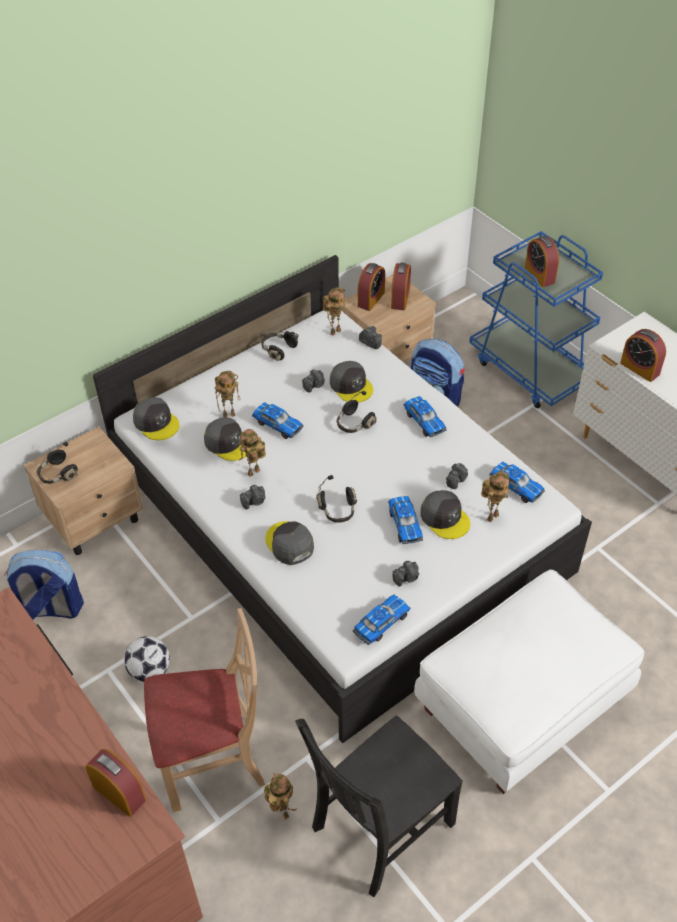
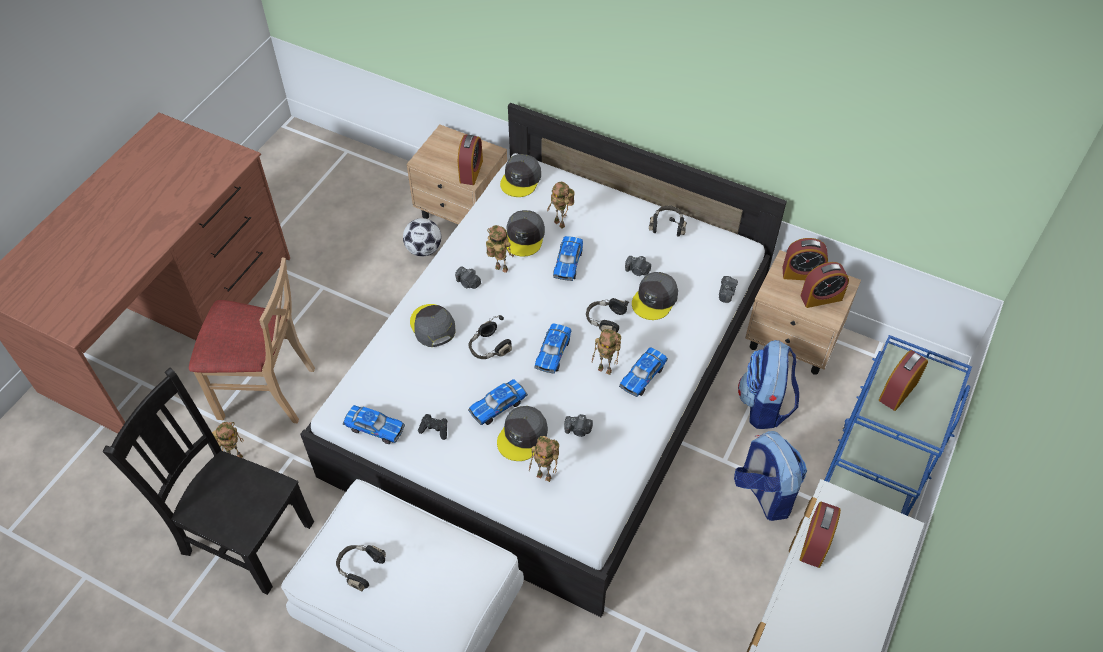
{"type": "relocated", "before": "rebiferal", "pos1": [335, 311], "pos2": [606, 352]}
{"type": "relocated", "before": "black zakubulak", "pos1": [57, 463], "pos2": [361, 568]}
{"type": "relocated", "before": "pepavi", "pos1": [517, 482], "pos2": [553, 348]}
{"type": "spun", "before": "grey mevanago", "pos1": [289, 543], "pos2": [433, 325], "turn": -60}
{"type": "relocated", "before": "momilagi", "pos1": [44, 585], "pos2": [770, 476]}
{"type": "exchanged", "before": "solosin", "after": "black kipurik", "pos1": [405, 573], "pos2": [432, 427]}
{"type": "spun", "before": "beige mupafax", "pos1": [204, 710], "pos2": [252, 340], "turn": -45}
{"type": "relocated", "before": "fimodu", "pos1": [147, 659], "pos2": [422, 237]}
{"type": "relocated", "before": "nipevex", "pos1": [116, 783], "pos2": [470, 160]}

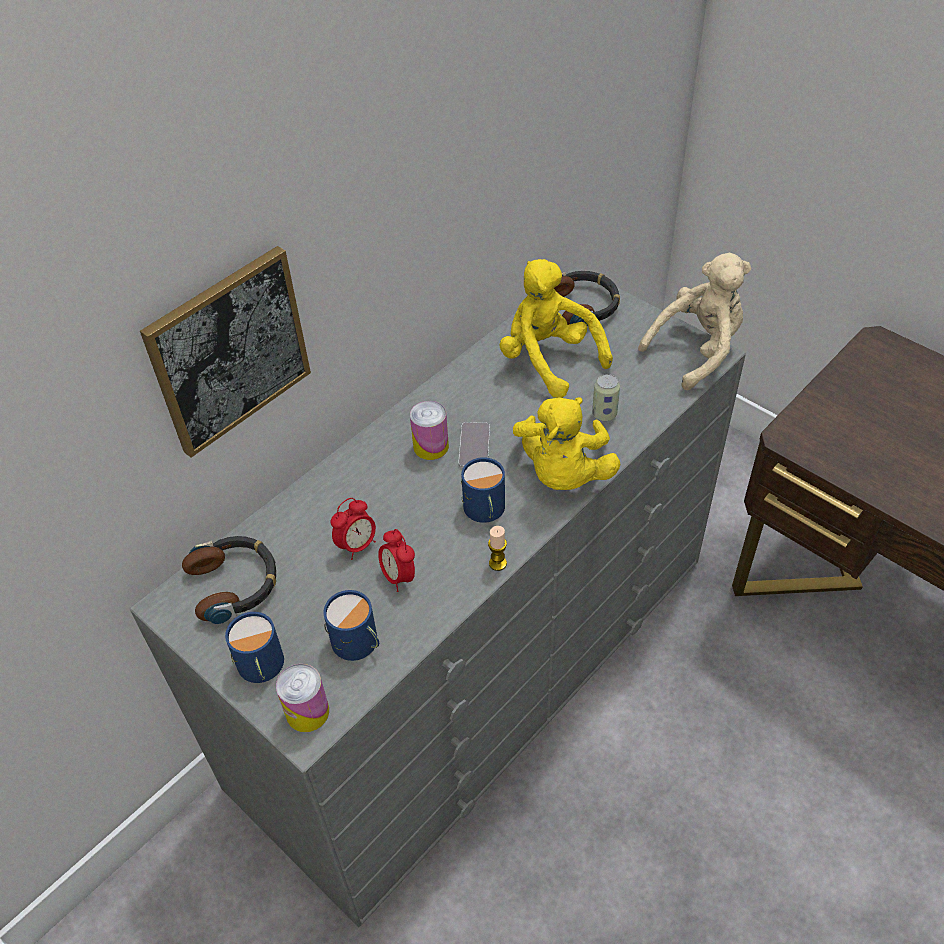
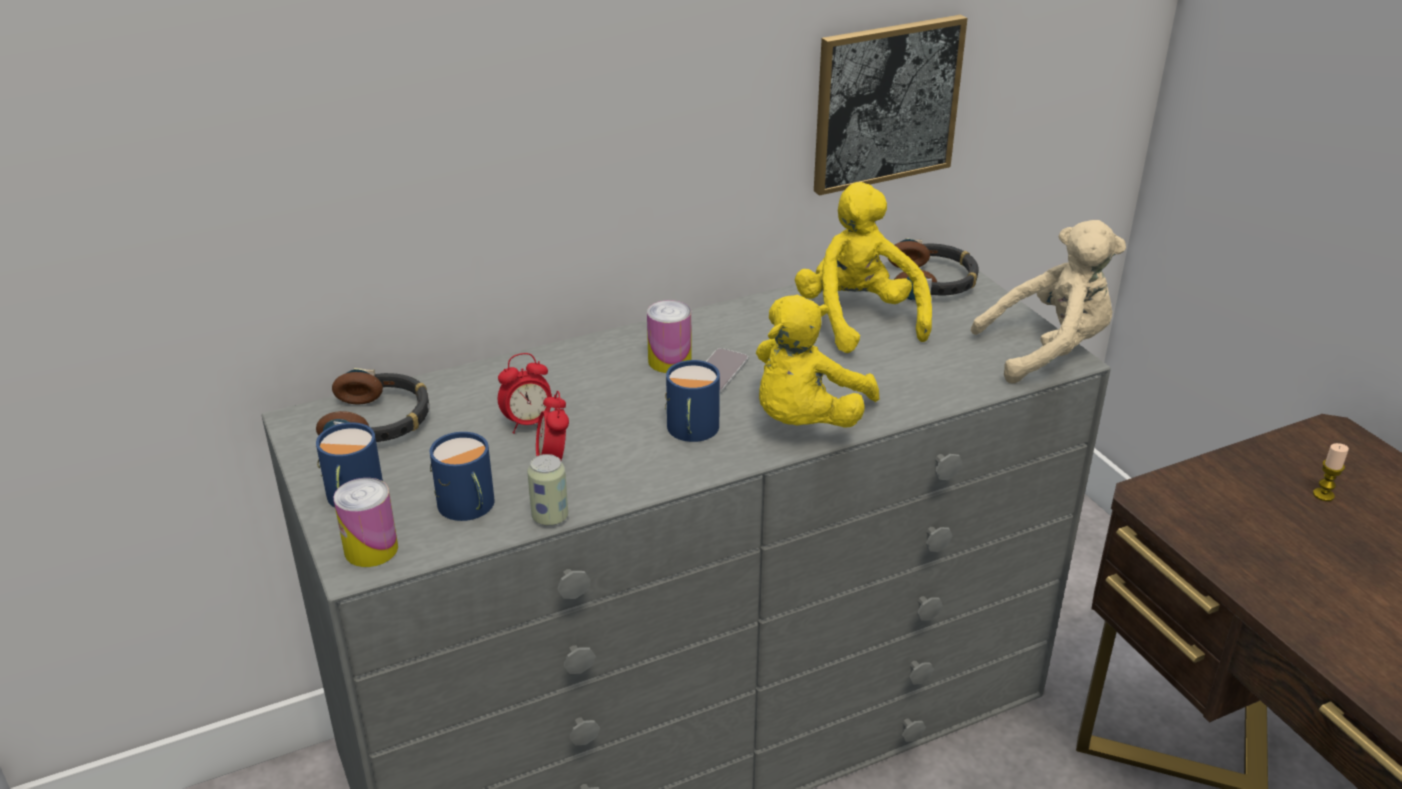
{"type": "relocated", "before": "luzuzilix", "pos1": [225, 352], "pos2": [891, 105]}
{"type": "relocated", "before": "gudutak", "pos1": [606, 397], "pos2": [547, 490]}
{"type": "relocated", "before": "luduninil", "pos1": [497, 548], "pos2": [1331, 472]}

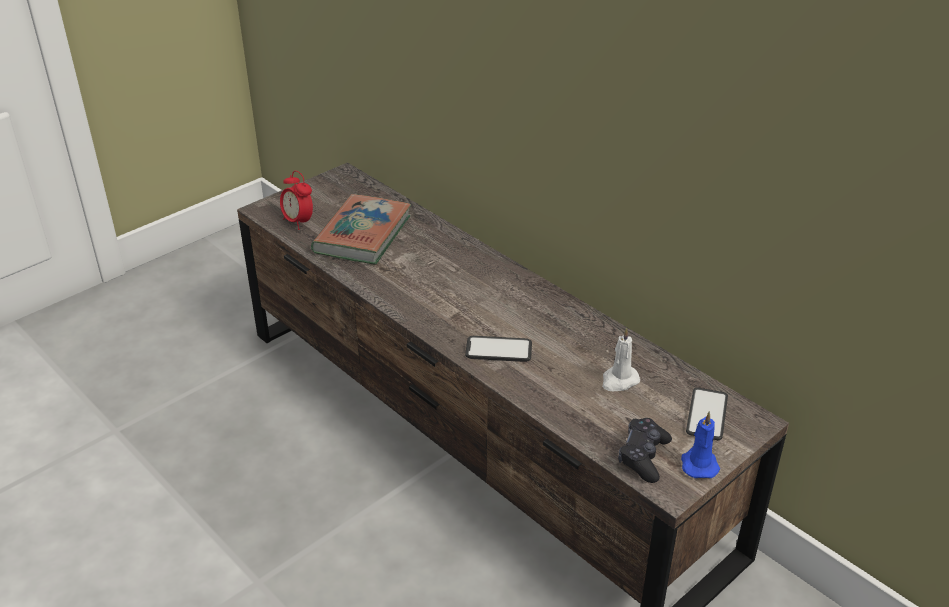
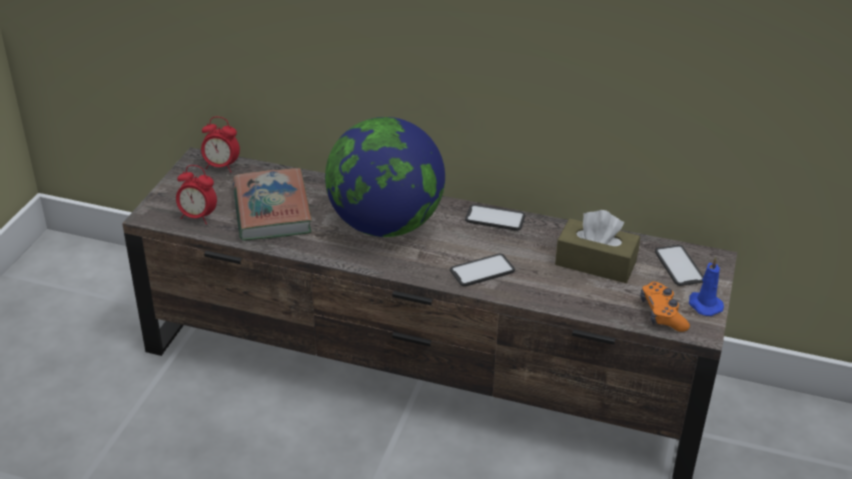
{"type": "exchanged", "before": "white luduninil", "after": "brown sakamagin", "pos1": [621, 359], "pos2": [597, 246]}
{"type": "colour", "before": "black kipurik", "after": "orange kipurik", "pos1": [645, 450], "pos2": [665, 307]}
{"type": "appeared", "after": "nipevex", "pos2": [220, 145]}
{"type": "appeared", "after": "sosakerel", "pos2": [385, 177]}
{"type": "appeared", "after": "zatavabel", "pos2": [495, 217]}

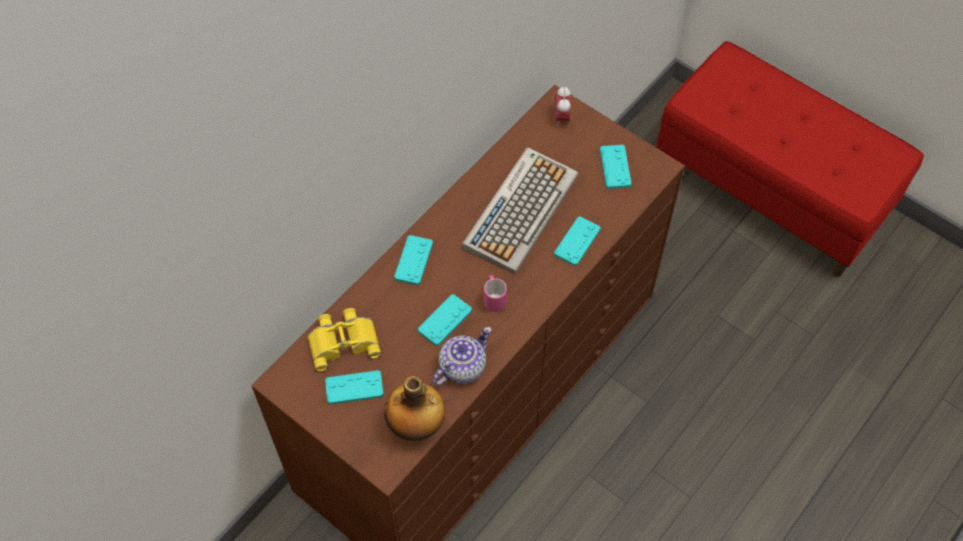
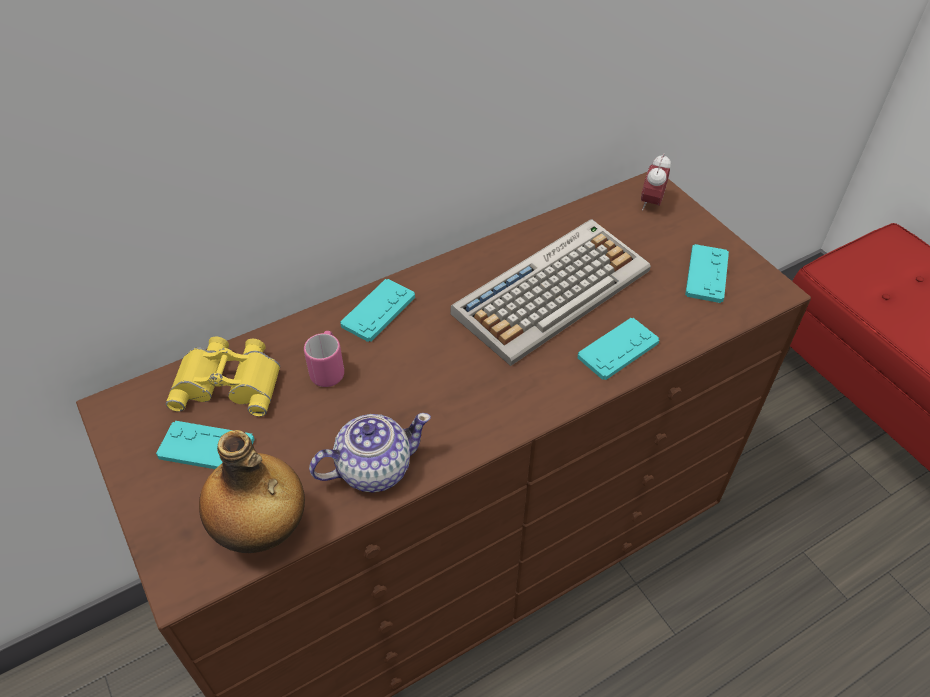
{"type": "relocated", "before": "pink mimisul", "pos1": [495, 293], "pos2": [324, 359]}
{"type": "missing", "before": "turquoise kipurik", "pos1": [445, 320]}

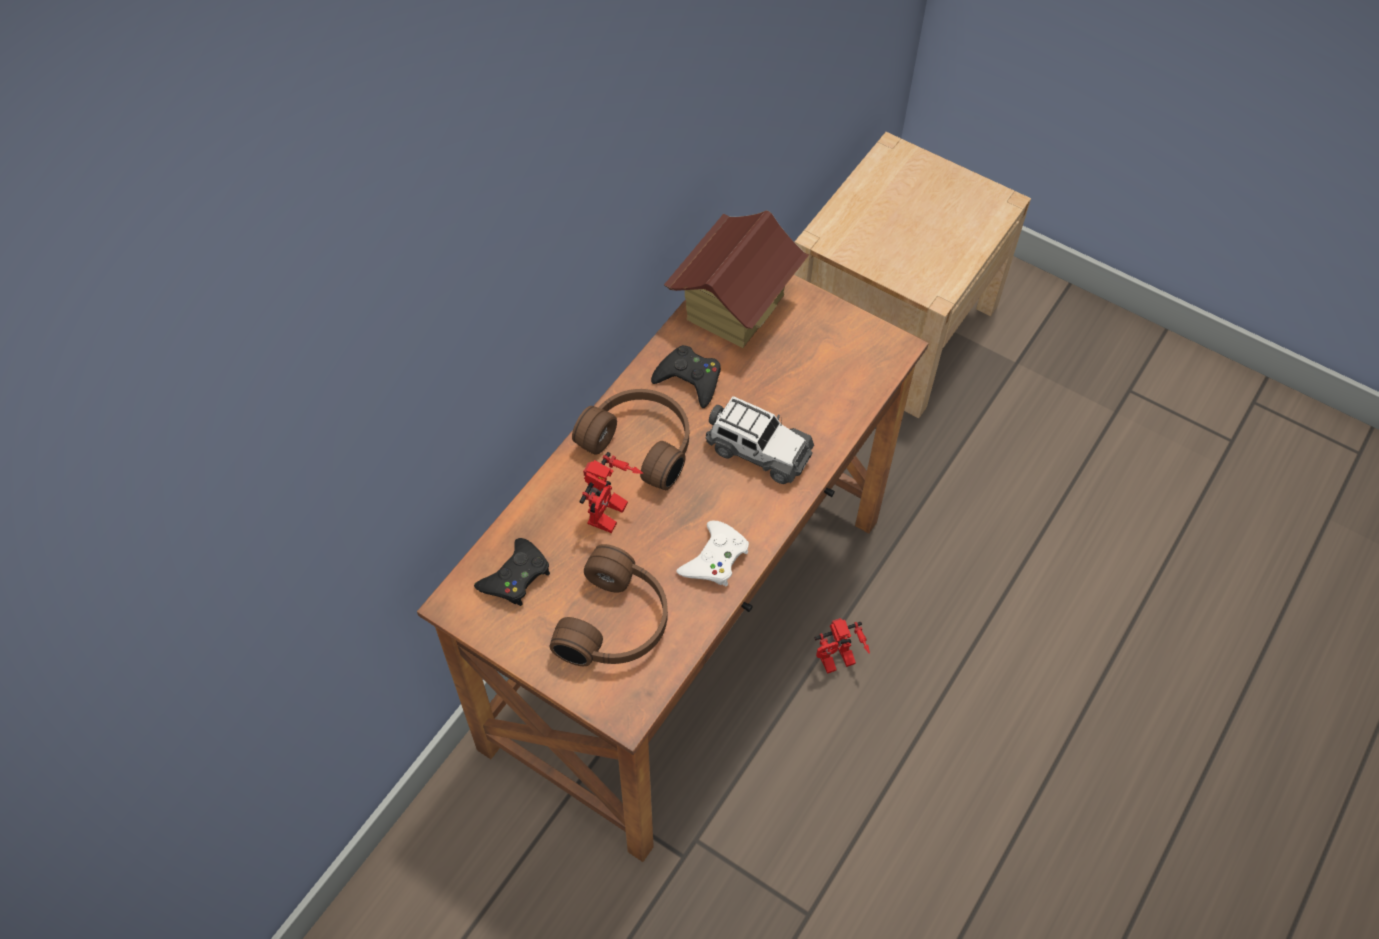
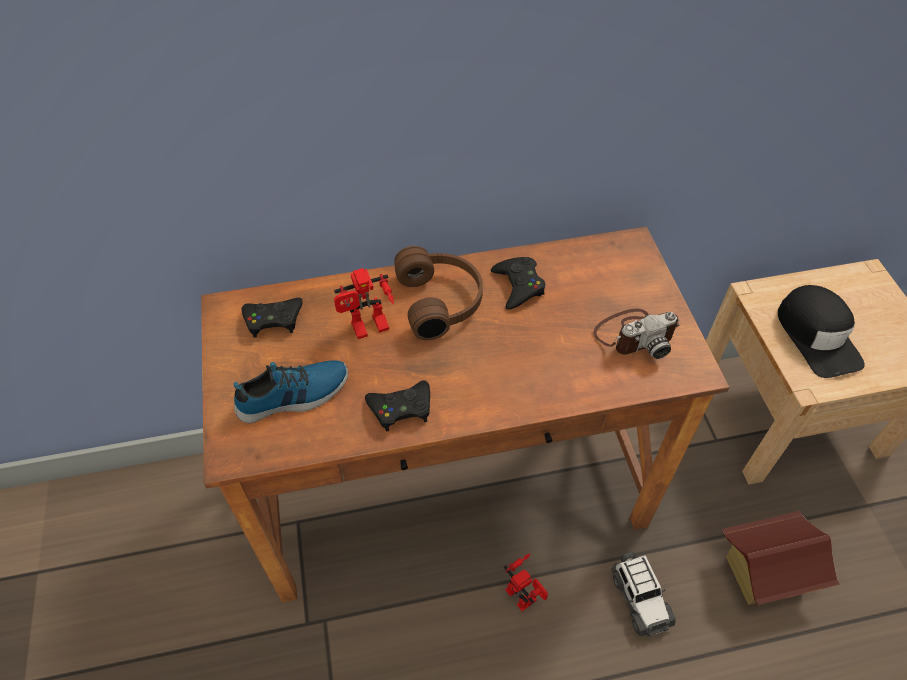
{"type": "relocated", "before": "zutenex", "pos1": [737, 279], "pos2": [781, 558]}
{"type": "relocated", "before": "pepavi", "pos1": [759, 440], "pos2": [644, 594]}
{"type": "colour", "before": "white kipurik", "after": "black kipurik", "pos1": [712, 553], "pos2": [397, 406]}
{"type": "exchanged", "before": "brown zakubulak", "after": "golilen", "pos1": [609, 605], "pos2": [291, 391]}
{"type": "spun", "before": "rebiferal", "pos1": [842, 646], "pos2": [526, 582], "turn": -150}
{"type": "appeared", "after": "black mevanago", "pos2": [821, 331]}
{"type": "appeared", "after": "solosin", "pos2": [636, 334]}

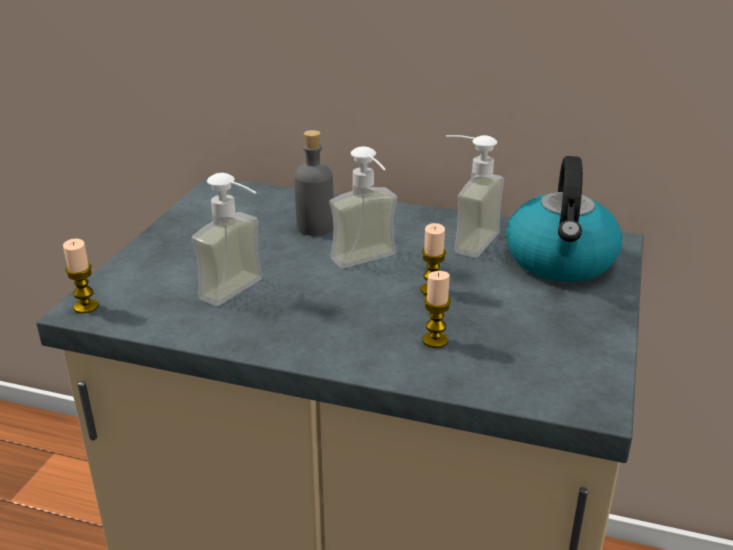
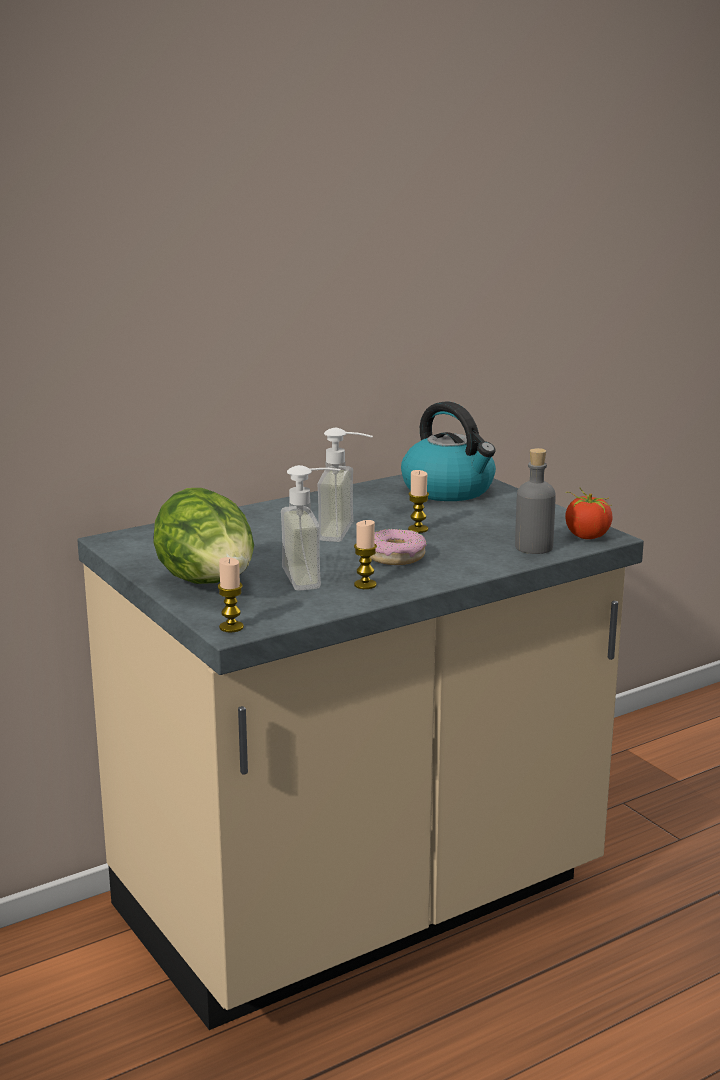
{"type": "relocated", "before": "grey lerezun", "pos1": [314, 183], "pos2": [535, 501]}
{"type": "missing", "before": "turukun", "pos1": [475, 196]}
{"type": "relocated", "before": "luduninil", "pos1": [437, 309], "pos2": [365, 554]}
{"type": "appeared", "after": "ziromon", "pos2": [204, 536]}
{"type": "appeared", "after": "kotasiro", "pos2": [588, 513]}
{"type": "appeared", "after": "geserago", "pos2": [398, 547]}

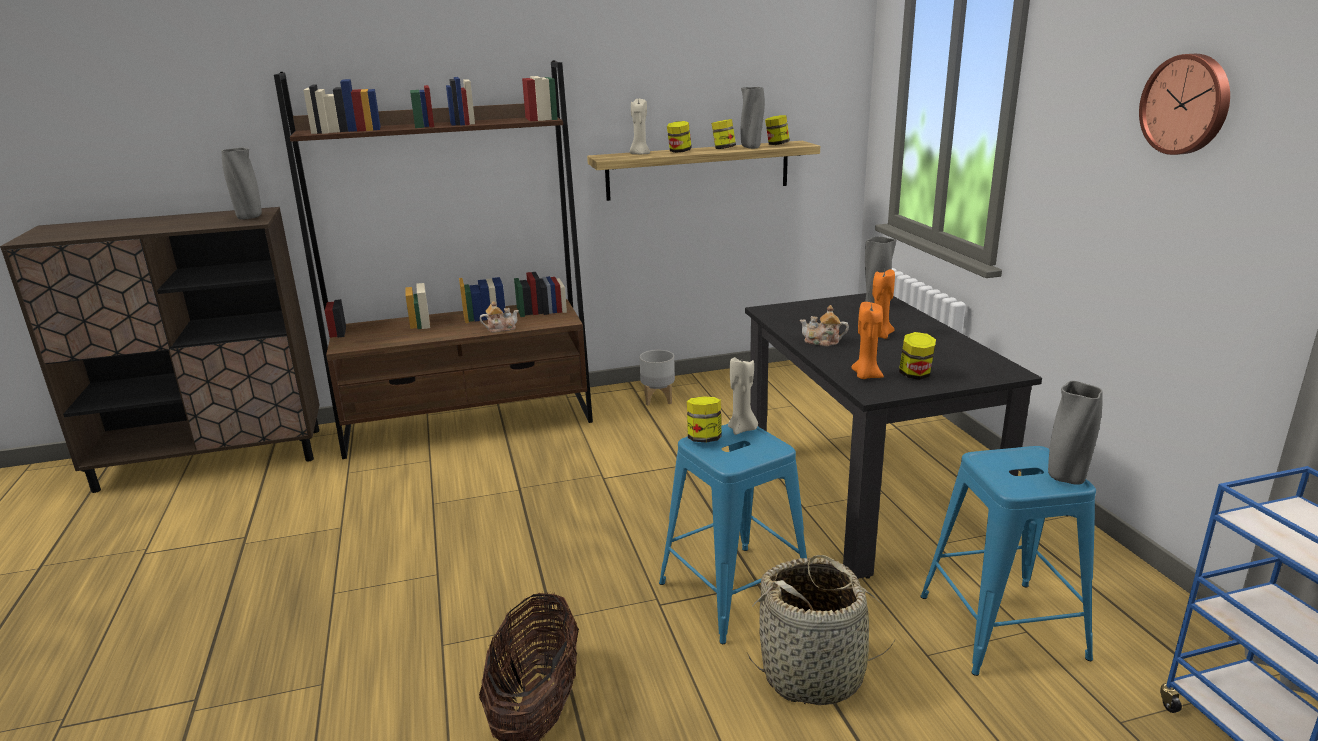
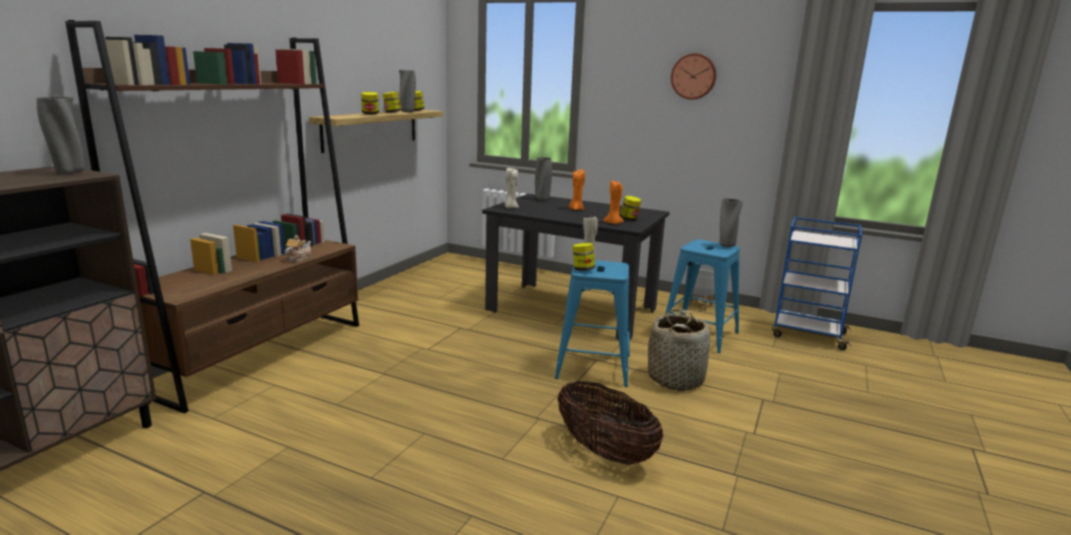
{"type": "relocated", "before": "beige luduninil", "pos1": [640, 125], "pos2": [511, 188]}
{"type": "missing", "before": "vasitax", "pos1": [824, 325]}
{"type": "relocated", "before": "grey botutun", "pos1": [657, 377], "pos2": [701, 290]}

